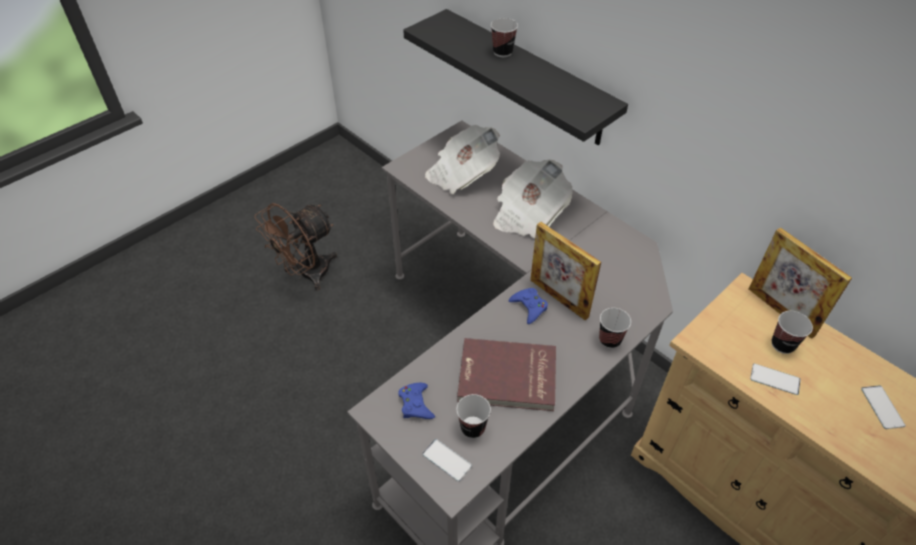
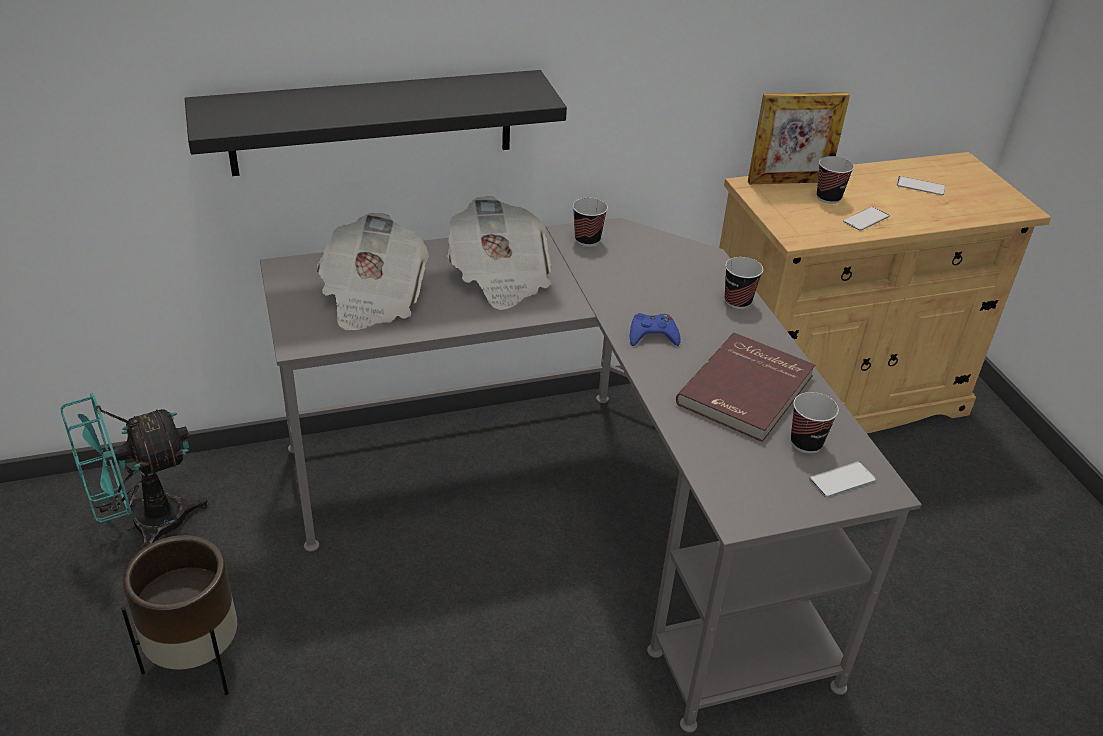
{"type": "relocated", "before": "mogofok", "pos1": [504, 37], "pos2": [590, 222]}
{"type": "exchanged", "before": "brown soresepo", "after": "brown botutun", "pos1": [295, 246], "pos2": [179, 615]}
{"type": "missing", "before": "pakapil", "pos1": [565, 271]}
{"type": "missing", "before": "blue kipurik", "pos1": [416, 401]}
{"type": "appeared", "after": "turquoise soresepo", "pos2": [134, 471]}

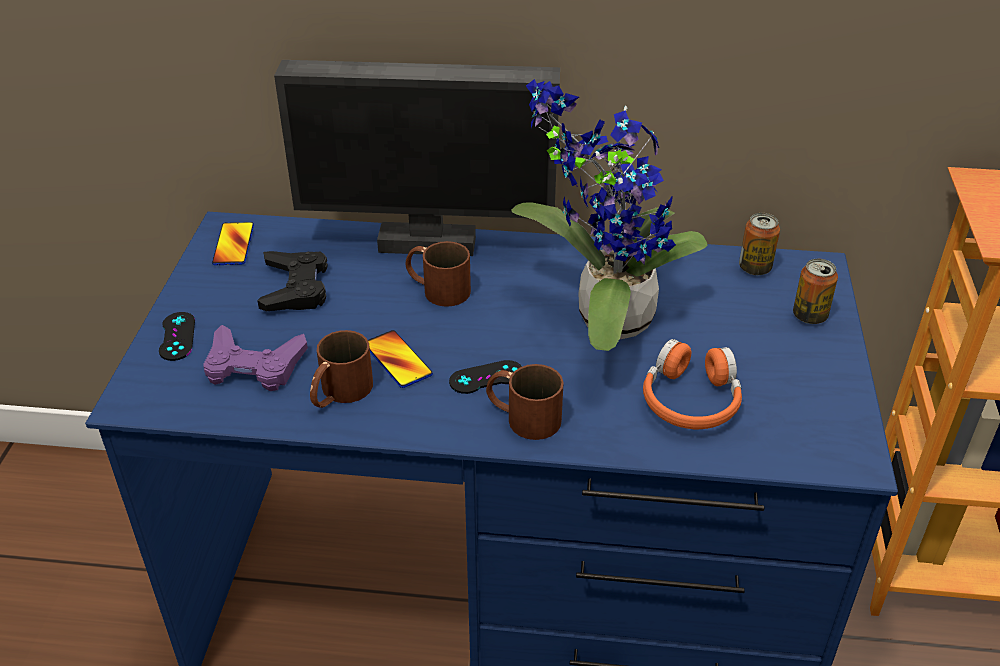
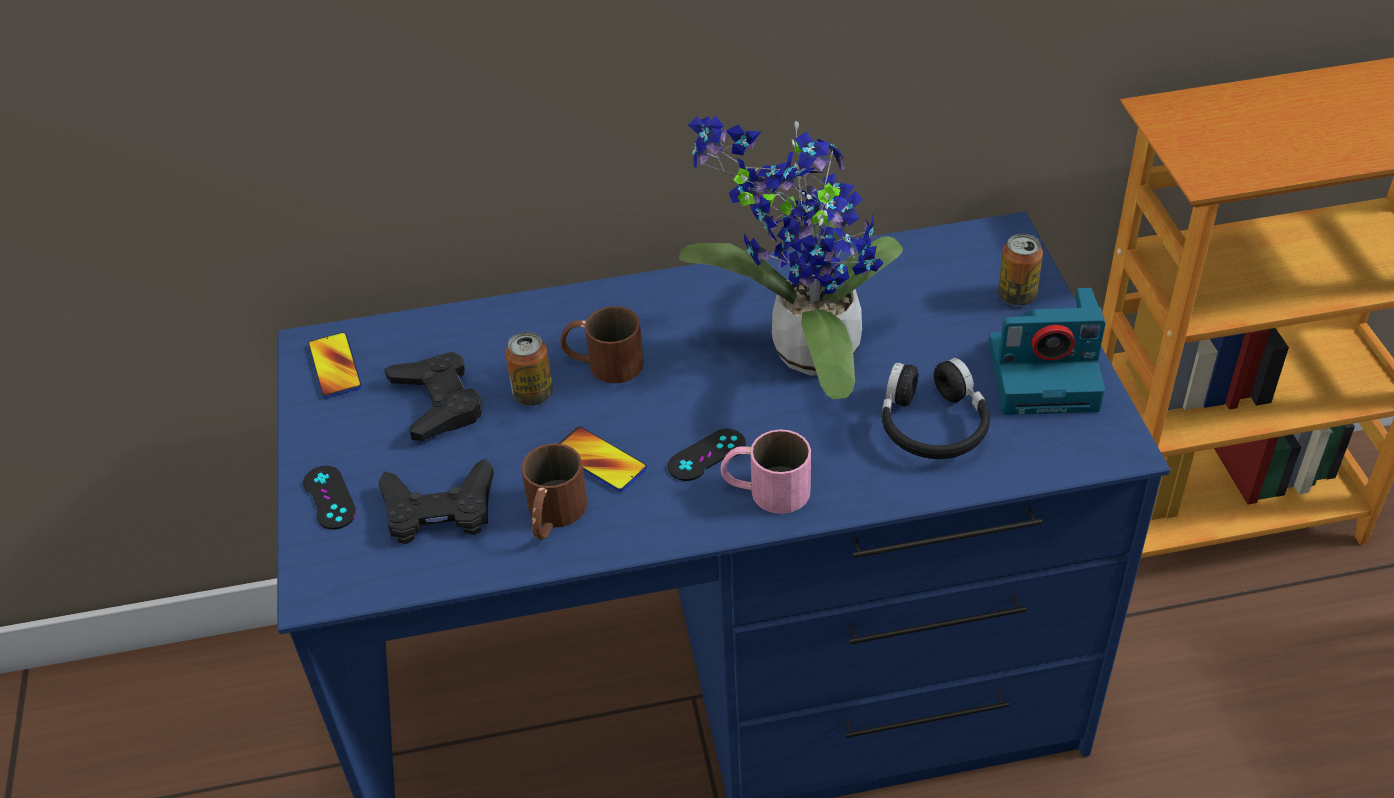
{"type": "missing", "before": "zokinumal", "pos1": [417, 158]}
{"type": "relocated", "before": "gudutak", "pos1": [759, 244], "pos2": [529, 369]}
{"type": "colour", "before": "purple kipurik", "after": "black kipurik", "pos1": [255, 358], "pos2": [436, 501]}
{"type": "colour", "before": "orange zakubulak", "after": "black zakubulak", "pos1": [692, 384], "pos2": [936, 408]}
{"type": "colour", "before": "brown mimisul", "after": "pink mimisul", "pos1": [525, 402], "pos2": [765, 471]}
{"type": "appeared", "after": "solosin", "pos2": [1047, 351]}

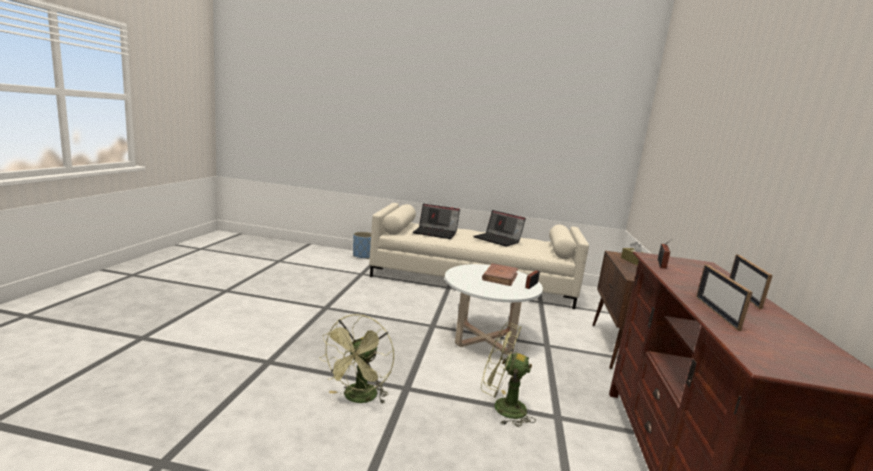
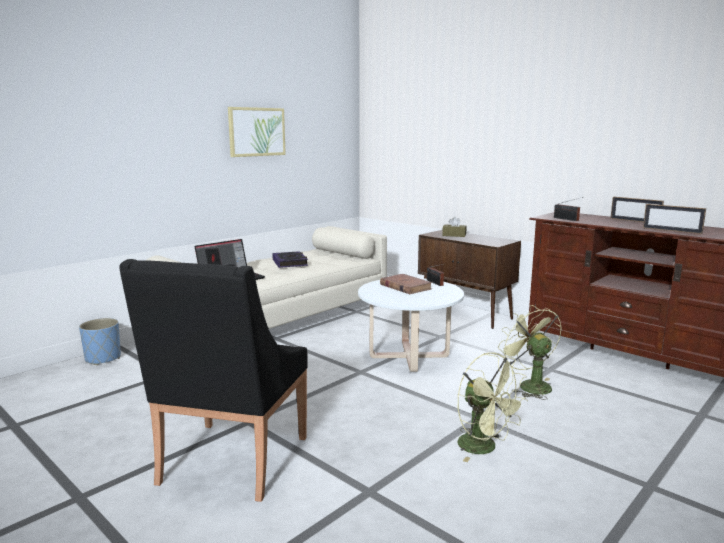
{"type": "exchanged", "before": "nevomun", "after": "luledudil", "pos1": [499, 228], "pos2": [290, 259]}
{"type": "spun", "before": "green soresepo", "pos1": [508, 374], "pos2": [530, 352], "turn": 105}
{"type": "appeared", "after": "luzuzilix", "pos2": [257, 132]}
{"type": "appeared", "after": "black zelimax", "pos2": [213, 380]}

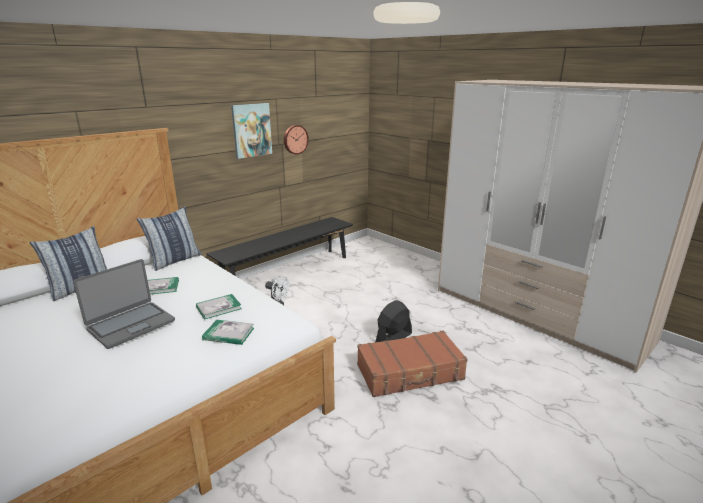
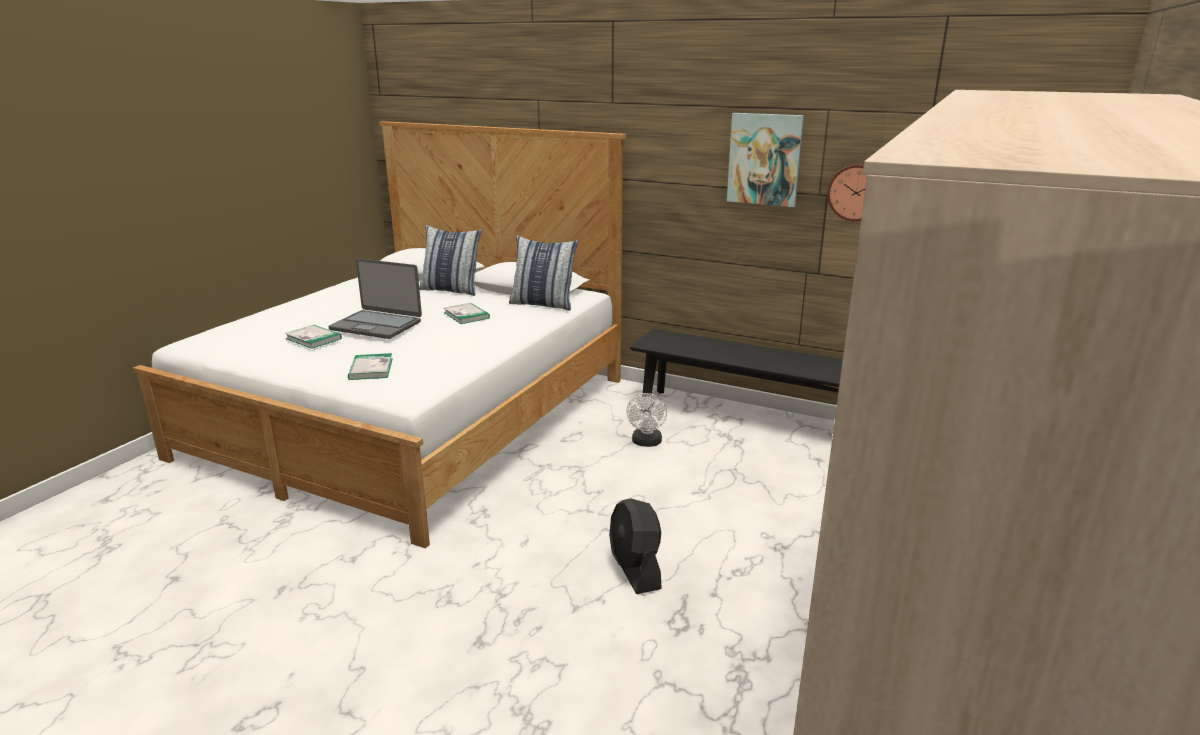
{"type": "relocated", "before": "luledudil", "pos1": [218, 307], "pos2": [313, 337]}
{"type": "spun", "before": "black soresepo", "pos1": [393, 321], "pos2": [635, 546], "turn": -135}
{"type": "missing", "before": "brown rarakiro", "pos1": [412, 364]}

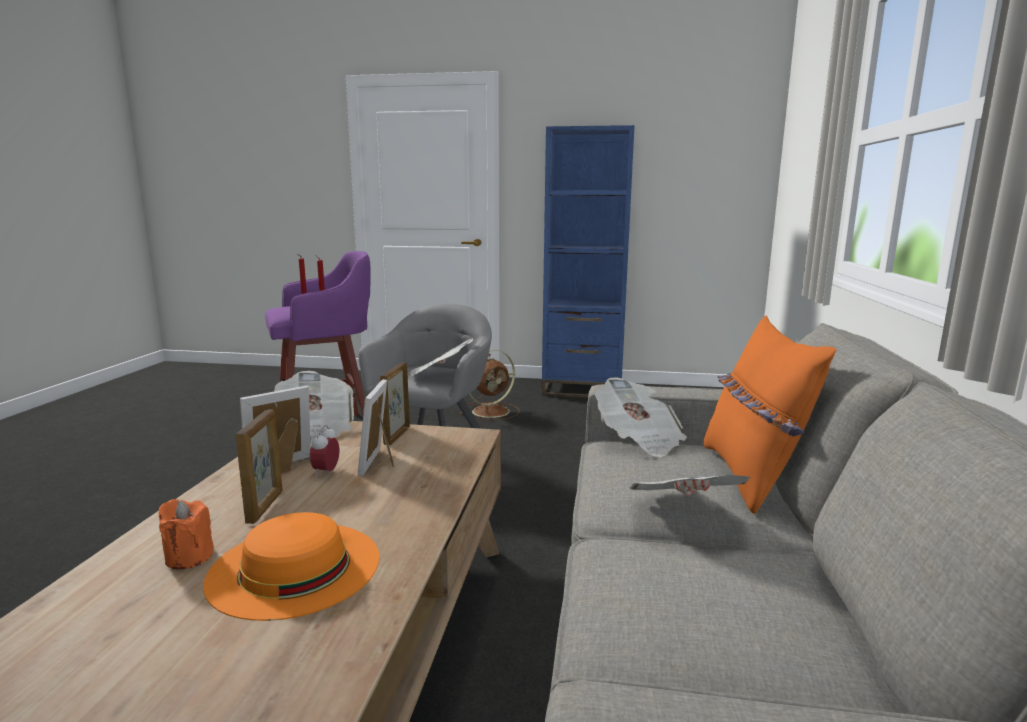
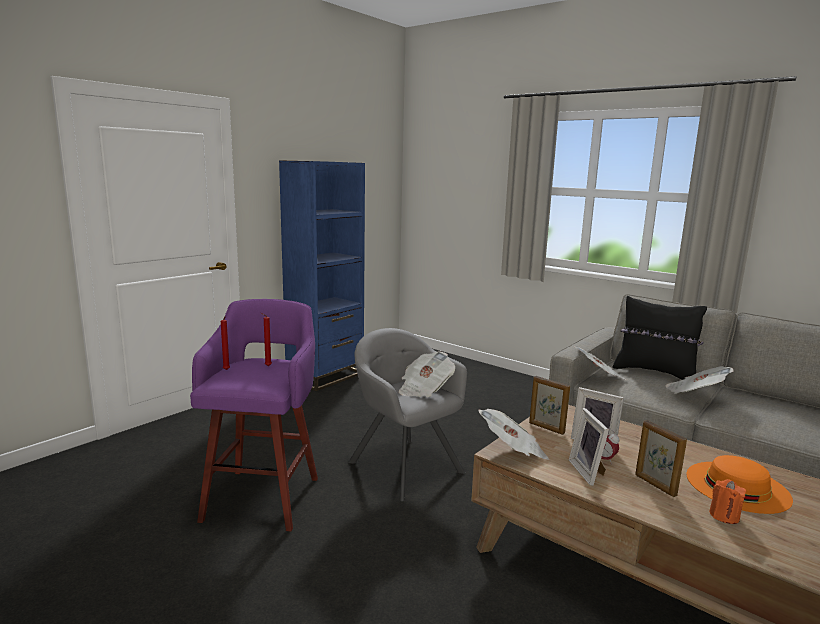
{"type": "colour", "before": "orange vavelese", "after": "black vavelese", "pos1": [769, 414], "pos2": [659, 338]}
{"type": "missing", "before": "brown soresepo", "pos1": [490, 385]}
{"type": "spun", "before": "pakapil", "pos1": [259, 467], "pos2": [661, 458], "turn": -150}

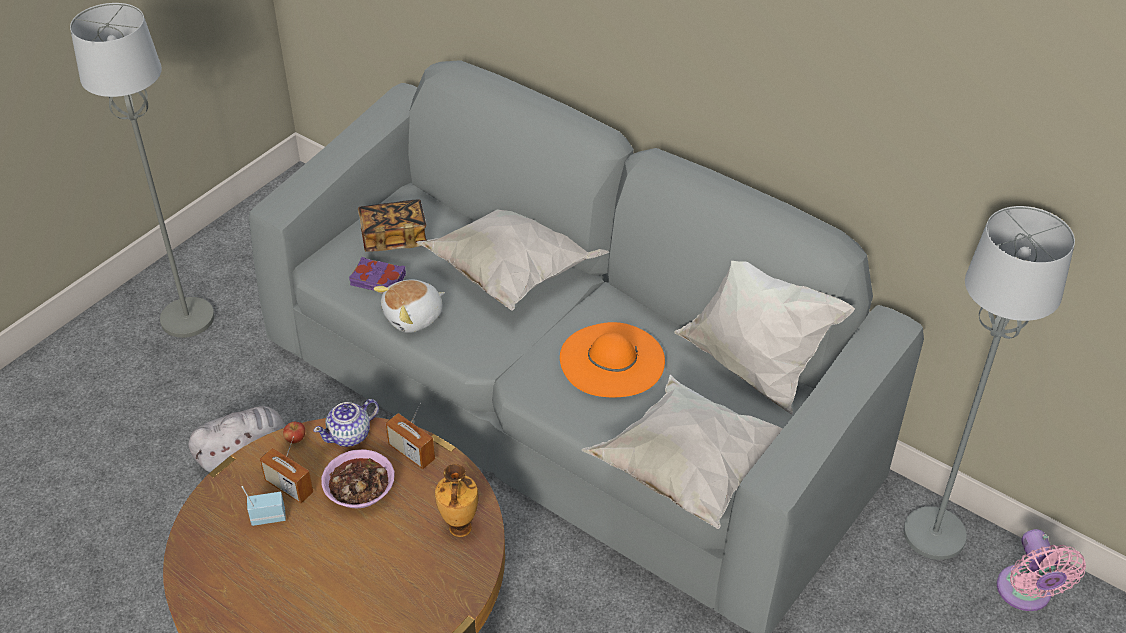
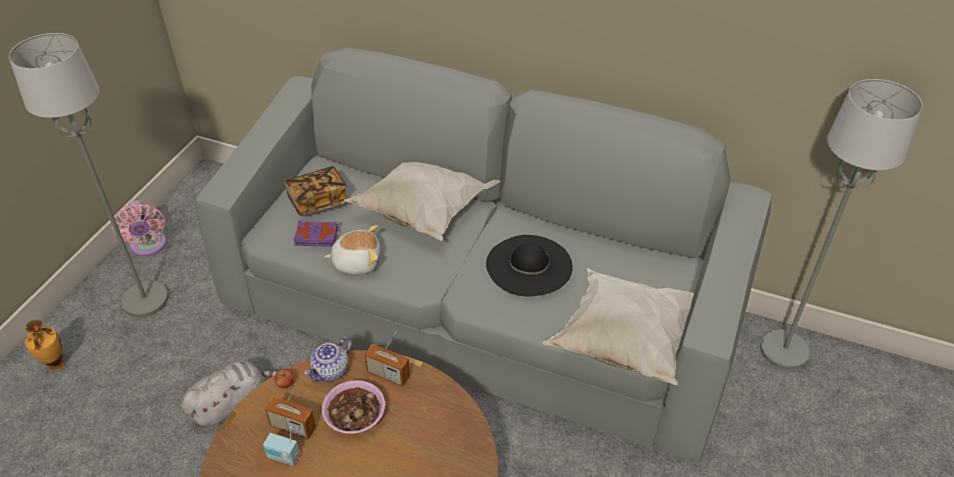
{"type": "missing", "before": "white vavelese", "pos1": [764, 338]}
{"type": "spun", "before": "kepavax", "pos1": [409, 306], "pos2": [352, 250], "turn": -135}
{"type": "colour", "before": "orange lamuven", "after": "black lamuven", "pos1": [612, 359], "pos2": [529, 266]}
{"type": "relocated", "before": "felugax", "pos1": [456, 500], "pos2": [45, 345]}
{"type": "spun", "before": "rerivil", "pos1": [264, 506], "pos2": [281, 446], "turn": -135}
{"type": "relocated", "before": "pink soresepo", "pos1": [1041, 570], "pos2": [139, 228]}

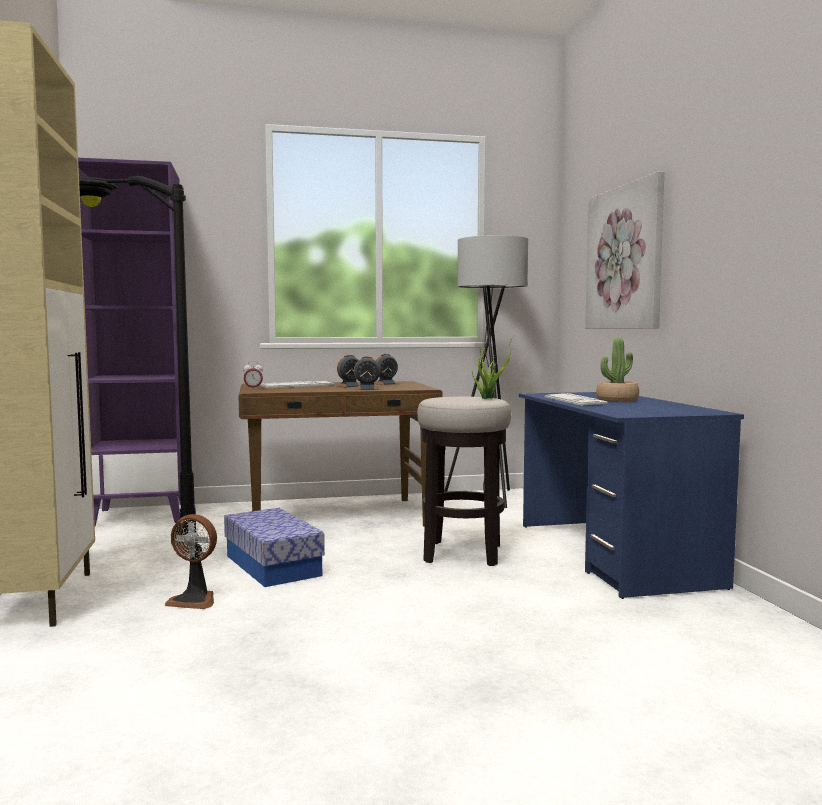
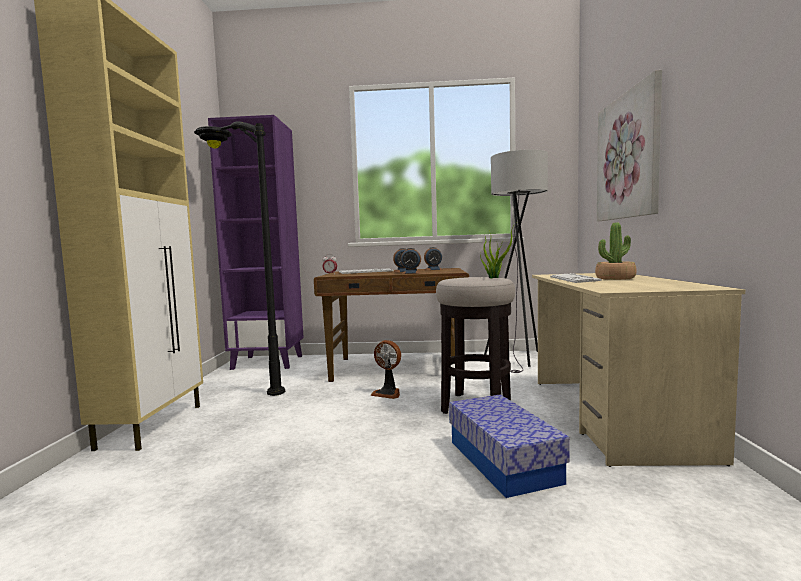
{"type": "colour", "before": "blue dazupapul", "after": "beige dazupapul", "pos1": [631, 495], "pos2": [638, 370]}
{"type": "relocated", "before": "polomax", "pos1": [274, 547], "pos2": [509, 446]}
{"type": "relocated", "before": "soresepo", "pos1": [191, 561], "pos2": [386, 369]}

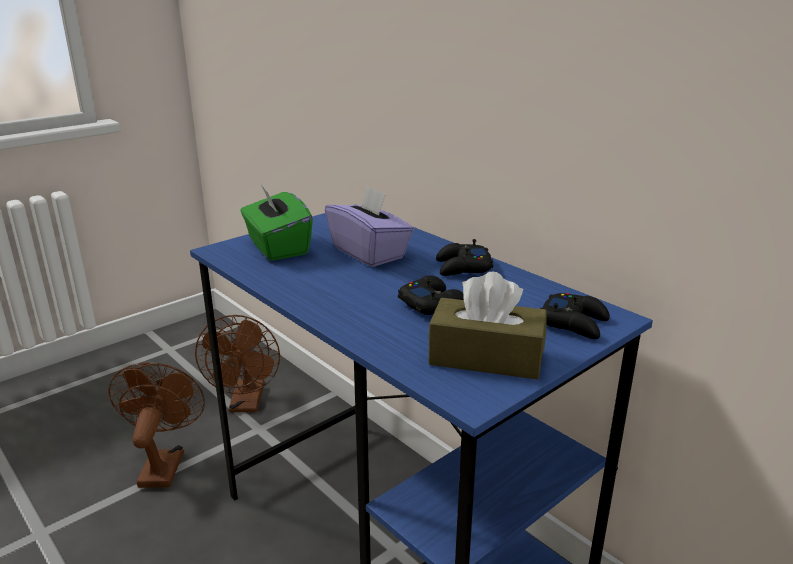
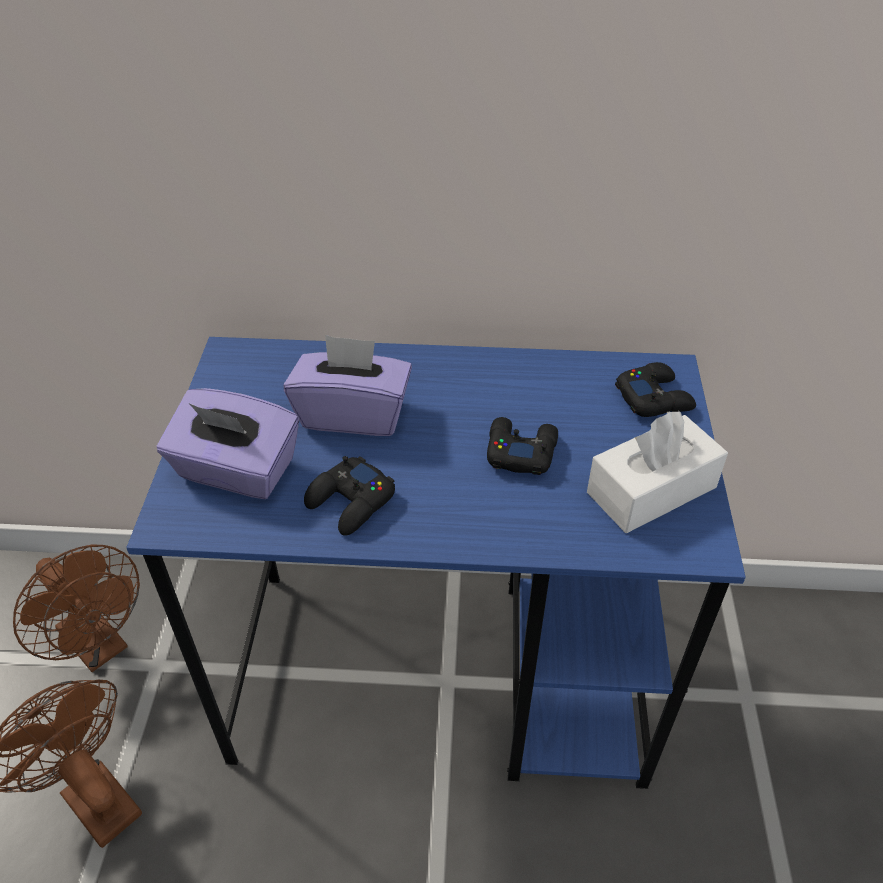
{"type": "colour", "before": "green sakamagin", "after": "purple sakamagin", "pos1": [276, 222], "pos2": [228, 443]}
{"type": "relocated", "before": "black kipurik", "pos1": [464, 257], "pos2": [349, 496]}
{"type": "colour", "before": "brown sakamagin", "after": "white sakamagin", "pos1": [488, 326], "pos2": [657, 472]}

